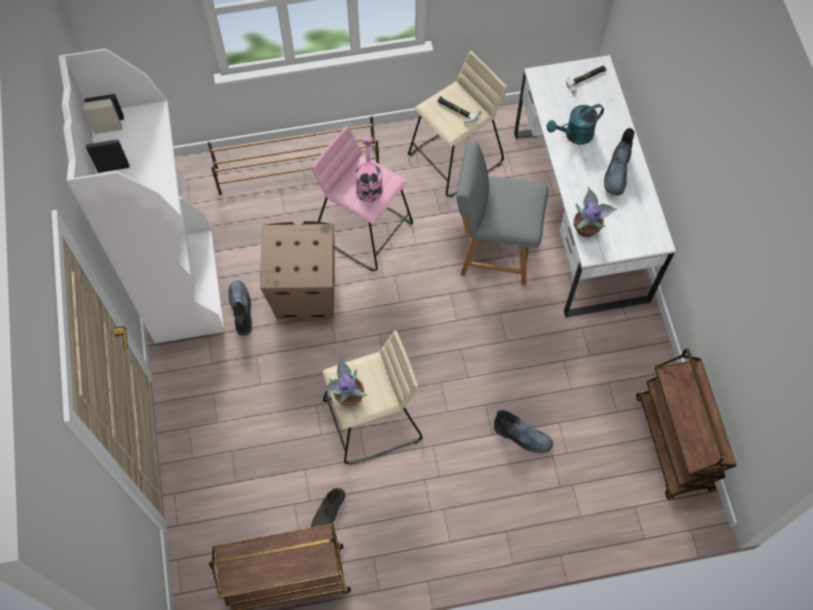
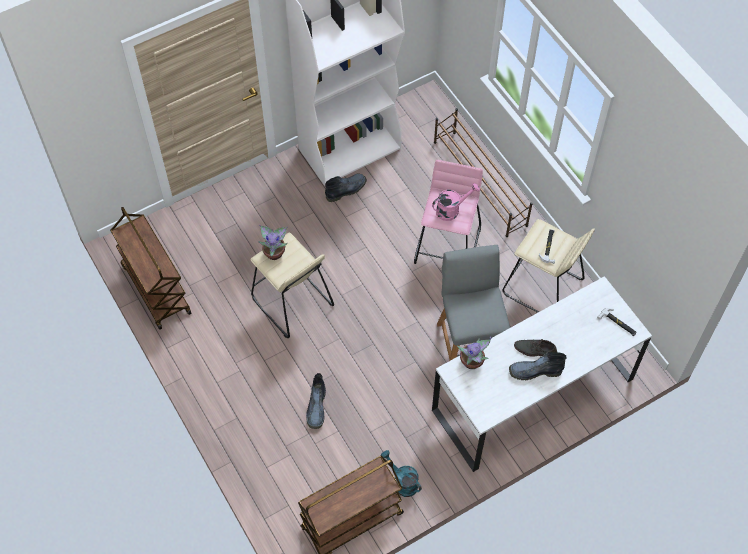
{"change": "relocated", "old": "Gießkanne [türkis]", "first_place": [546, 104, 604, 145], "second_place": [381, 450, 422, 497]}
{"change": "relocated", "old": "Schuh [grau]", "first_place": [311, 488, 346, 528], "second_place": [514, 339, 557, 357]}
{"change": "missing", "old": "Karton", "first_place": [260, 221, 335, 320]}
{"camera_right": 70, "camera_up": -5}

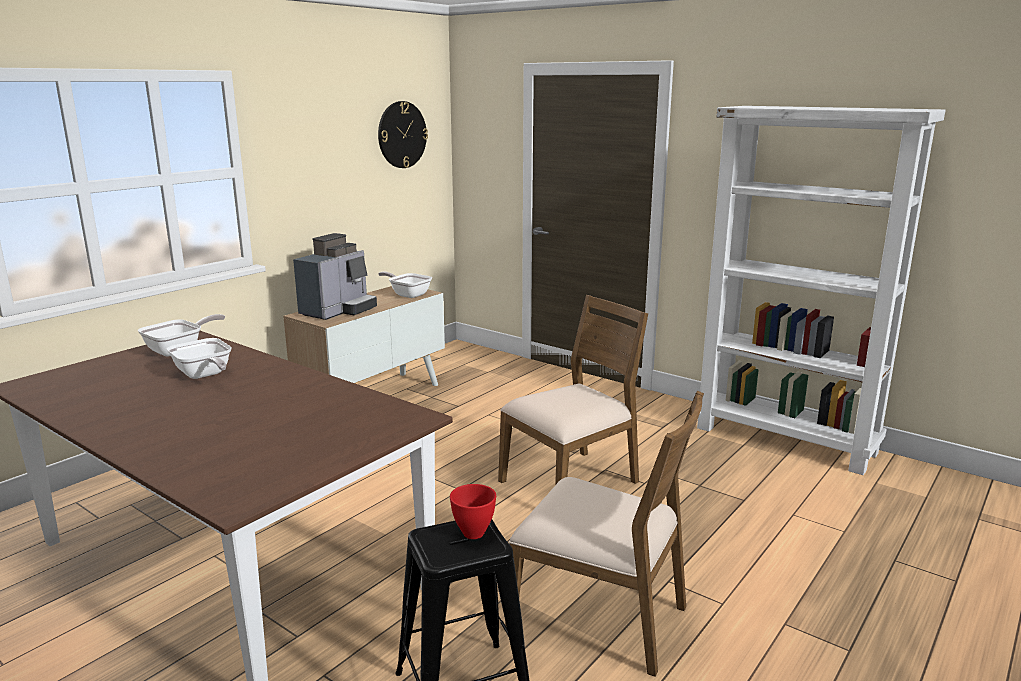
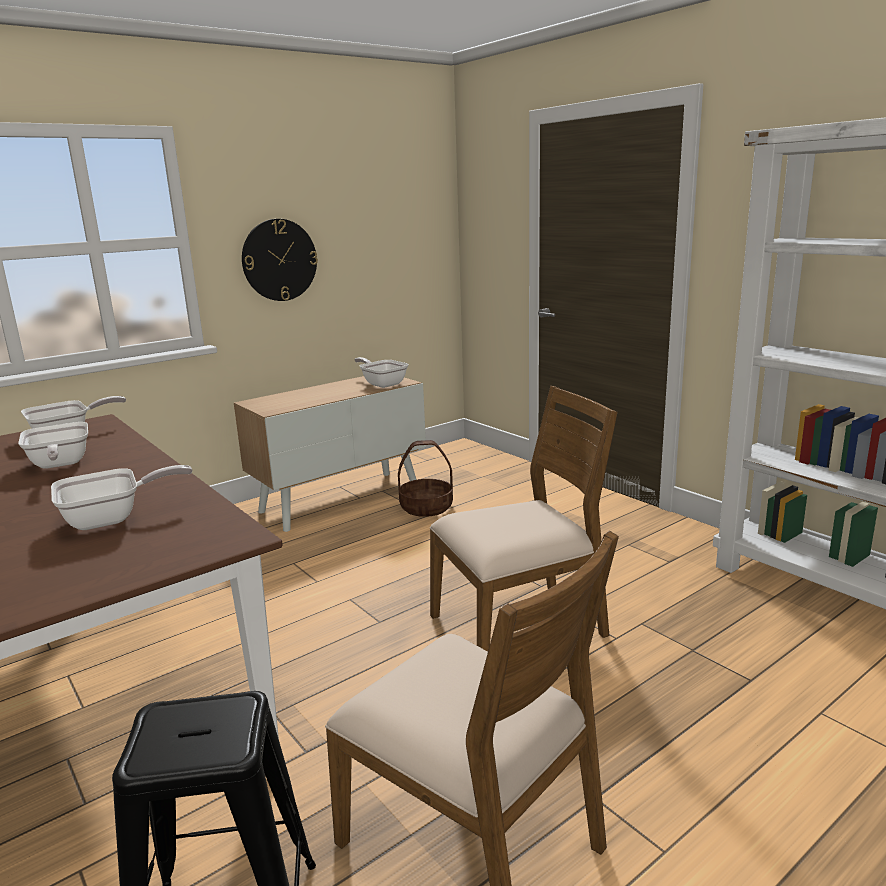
{"change": "appeared", "new": "Pfanne", "second_place": [51, 465, 192, 530]}
{"change": "relocated", "old": "Wanduhr", "first_place": [378, 101, 428, 168], "second_place": [242, 219, 318, 301]}
{"change": "appeared", "new": "Korb", "second_place": [398, 440, 453, 517]}
{"change": "missing", "old": "Kaffeemaschine", "first_place": [293, 233, 377, 320]}
{"change": "missing", "old": "Schüssel [rot]", "first_place": [450, 484, 496, 539]}
{"camera_right": 15, "camera_up": 0}

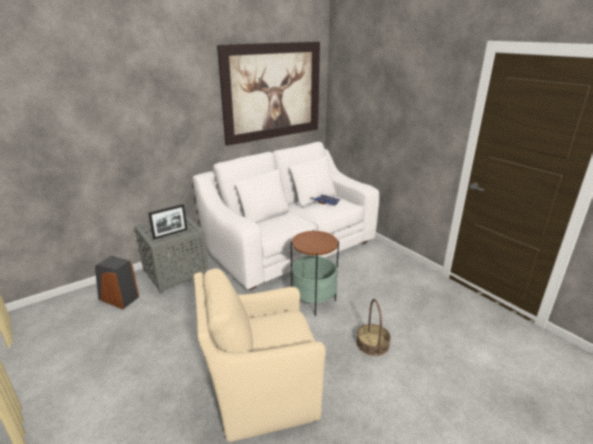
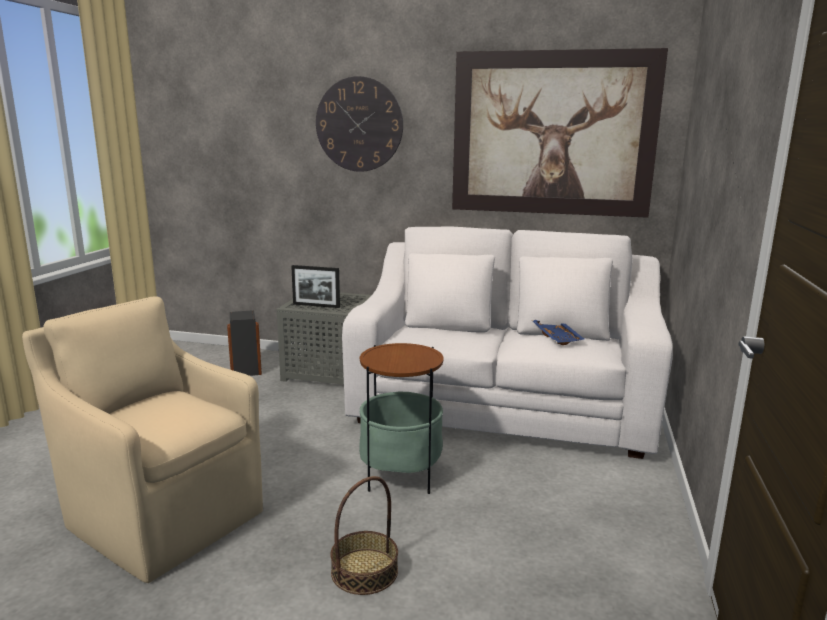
{"change": "appeared", "new": "Wanduhr", "second_place": [316, 76, 403, 172]}
{"camera_right": 50, "camera_up": -10}

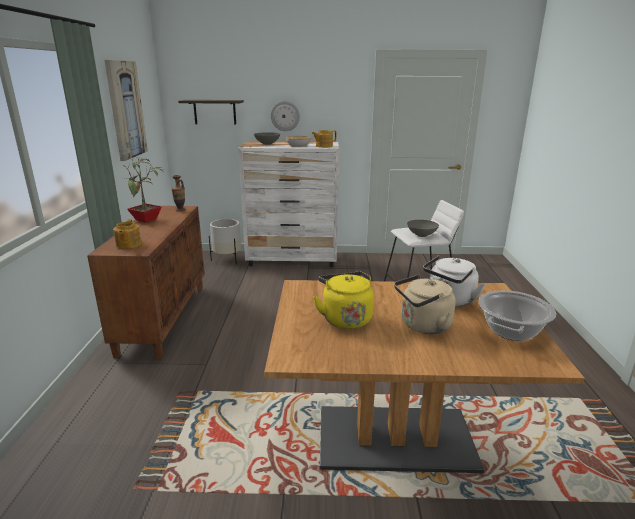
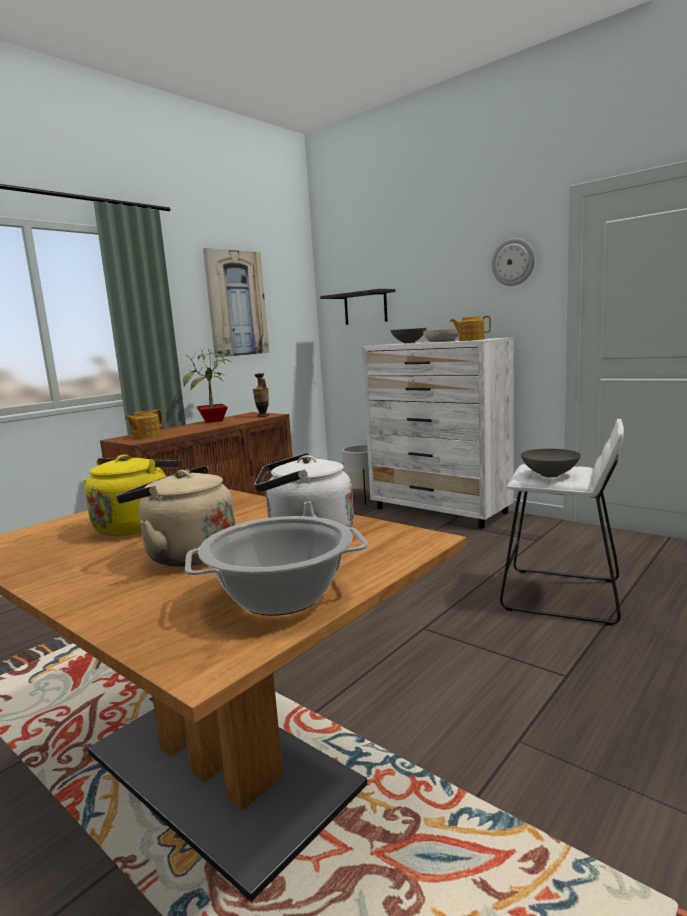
{"change": "relocated", "old": "Wanduhr", "first_place": [271, 101, 300, 131], "second_place": [492, 238, 535, 286]}
{"camera_right": 40, "camera_up": -10}

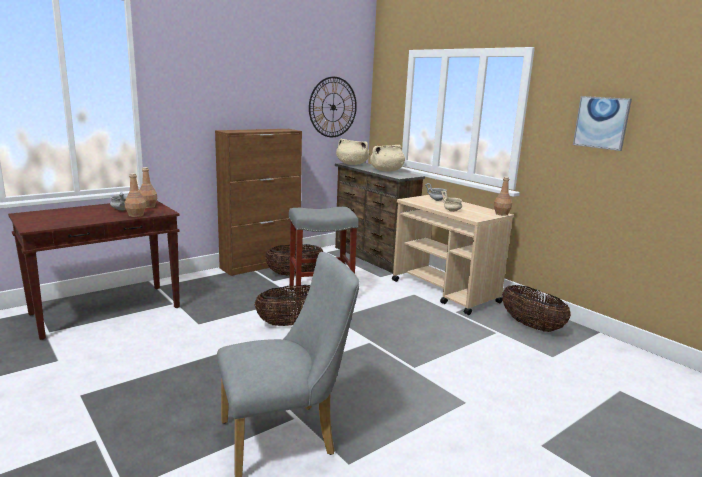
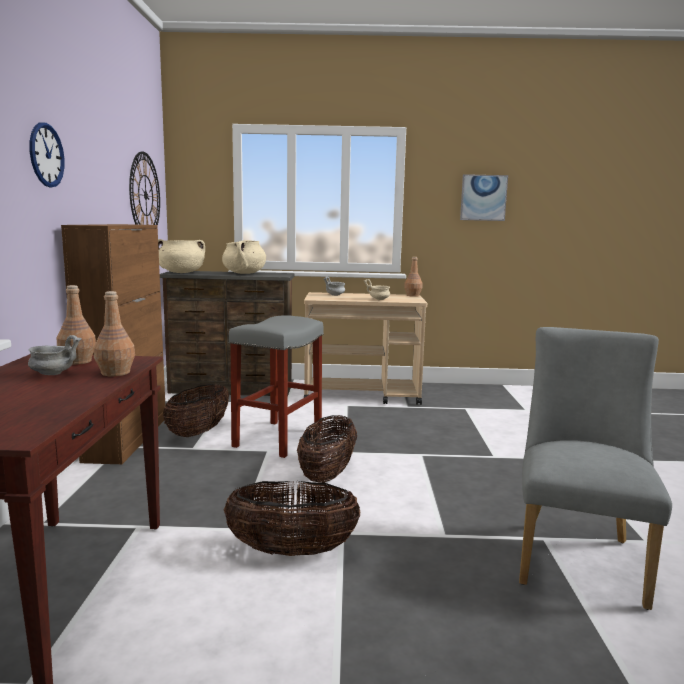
{"change": "appeared", "new": "Wanduhr", "second_place": [30, 123, 65, 187]}
{"change": "relocated", "old": "Korb", "first_place": [502, 285, 571, 332], "second_place": [223, 481, 360, 556]}
{"camera_right": -50, "camera_up": -5}

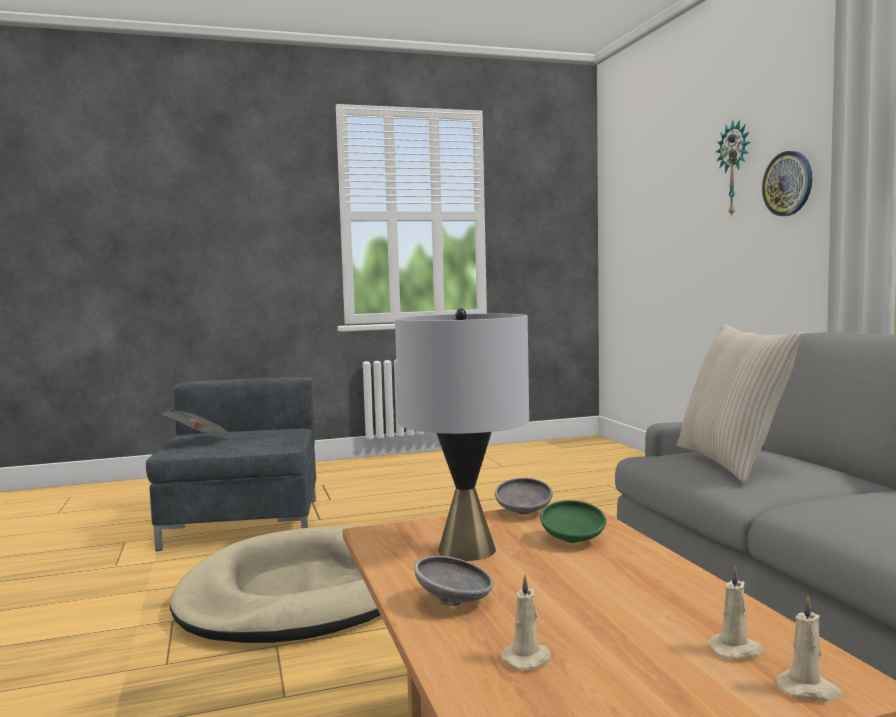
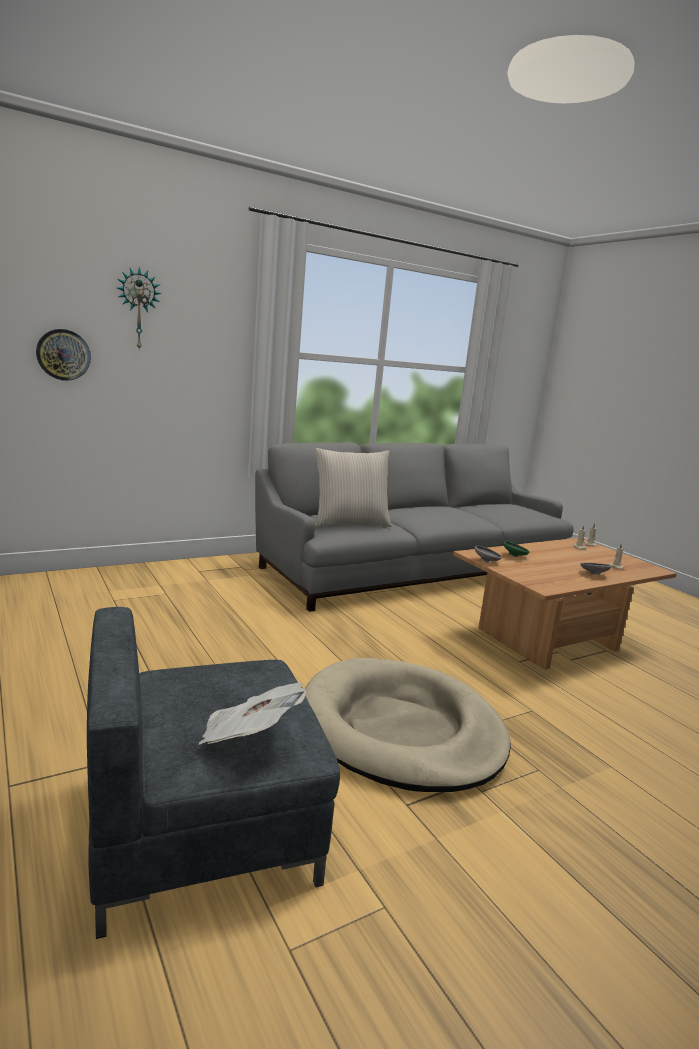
{"change": "relocated", "old": "Wanduhr", "first_place": [762, 151, 813, 216], "second_place": [36, 329, 91, 381]}
{"change": "missing", "old": "Tischlampe [grau]", "first_place": [395, 308, 529, 561]}
{"camera_right": -105, "camera_up": 10}

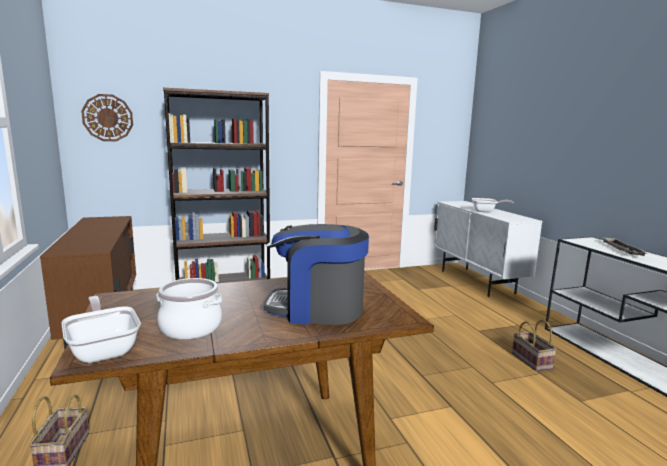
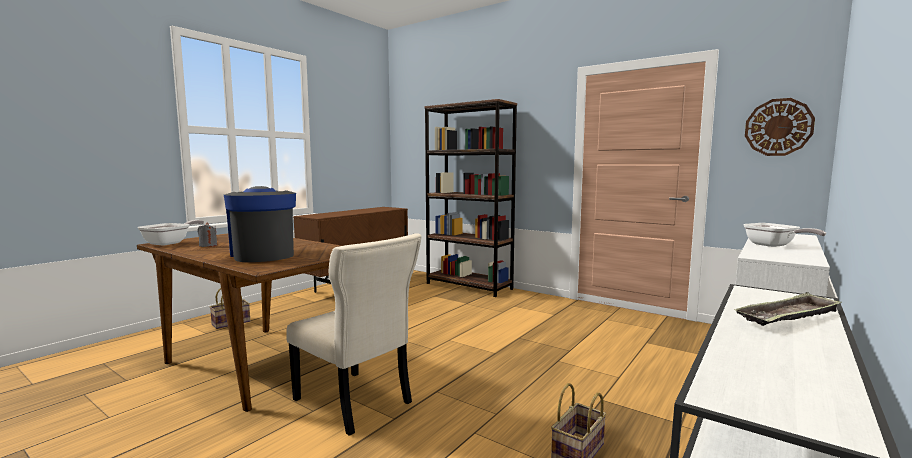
{"change": "exchanged", "old": "Kochtopf", "new": "Kerze [grau]", "first_place": [156, 278, 222, 339], "second_place": [198, 222, 217, 247]}
{"change": "appeared", "new": "Stuhl [beige]", "second_place": [286, 233, 422, 436]}
{"change": "relocated", "old": "Wanduhr", "first_place": [81, 94, 133, 141], "second_place": [745, 98, 815, 156]}
{"camera_right": 55, "camera_up": -5}

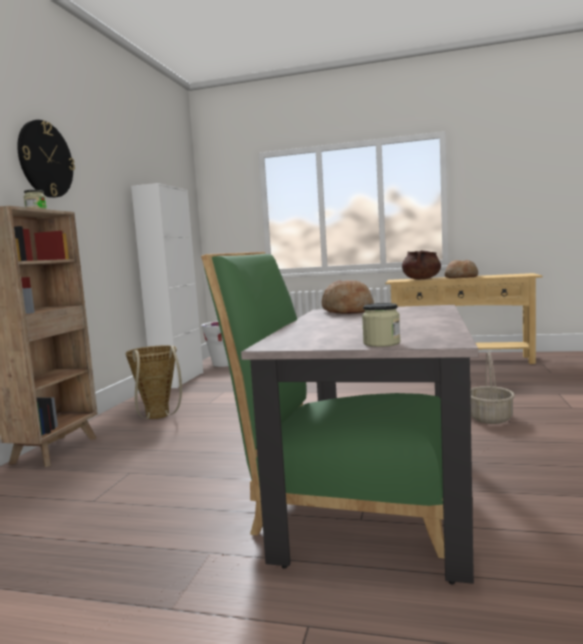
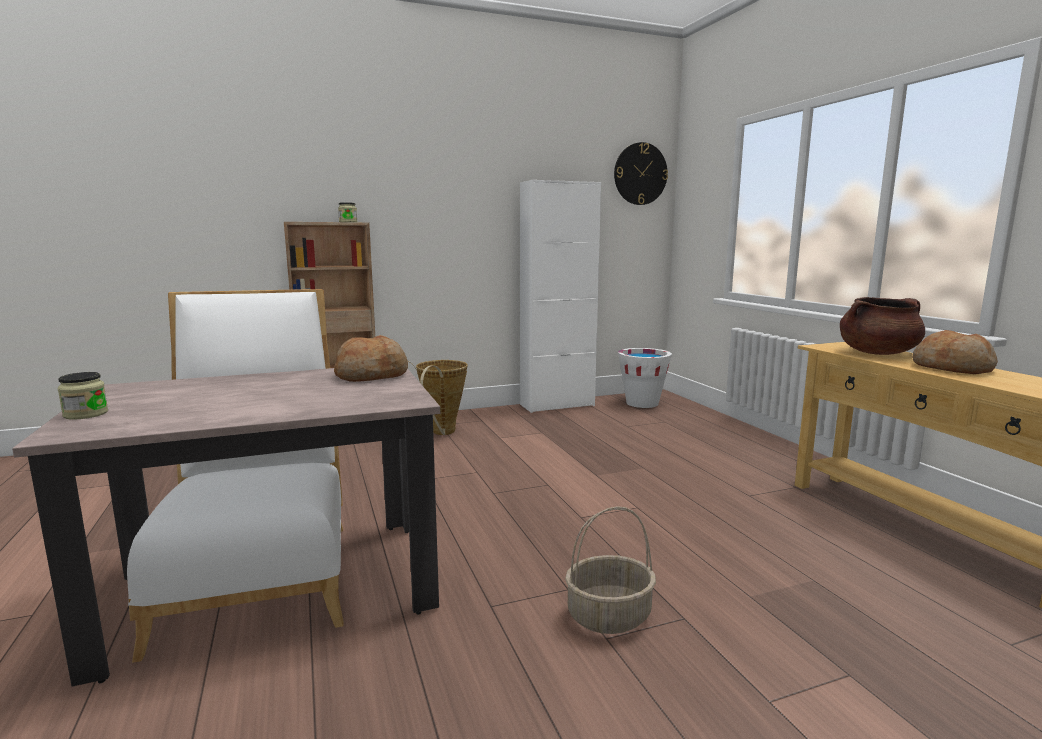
{"change": "colour", "old": "Stuhl [grün]", "new": "Stuhl [weiß]", "first_place": [201, 252, 445, 559], "second_place": [127, 289, 343, 663]}
{"change": "relocated", "old": "Wanduhr", "first_place": [17, 120, 75, 198], "second_place": [614, 142, 668, 205]}
{"camera_right": 55, "camera_up": 5}

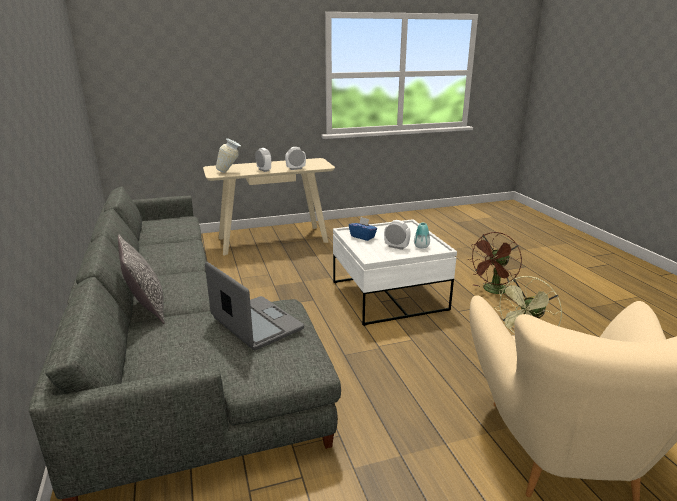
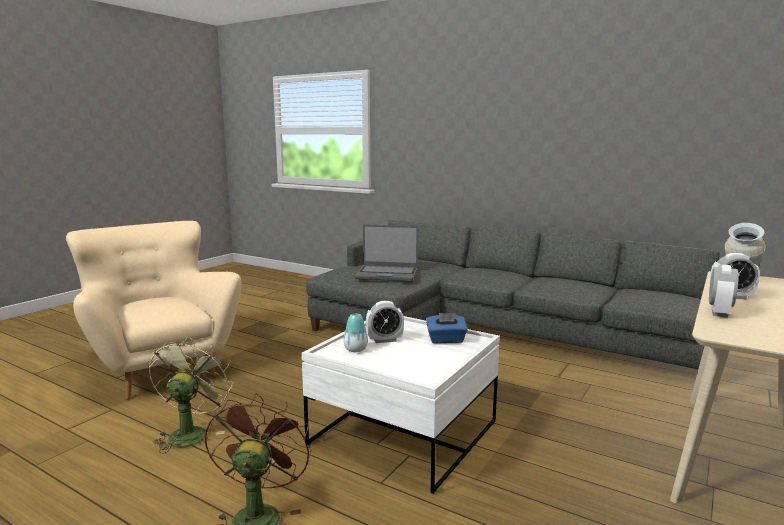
{"change": "missing", "old": "Kissen", "first_place": [118, 235, 165, 324]}
{"camera_right": 140, "camera_up": -10}

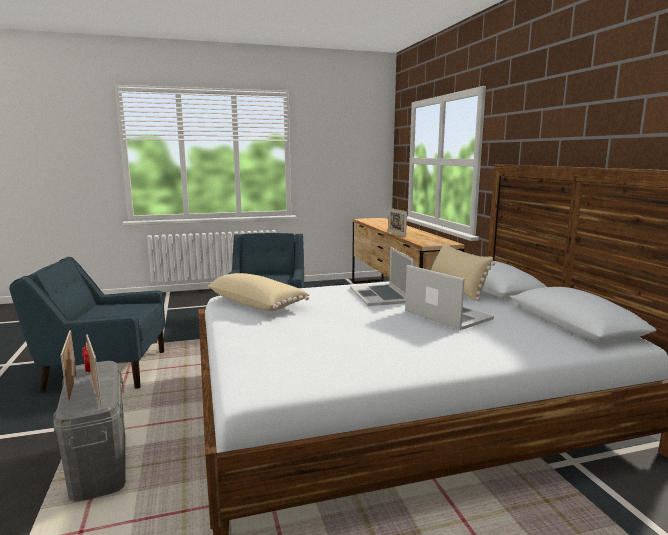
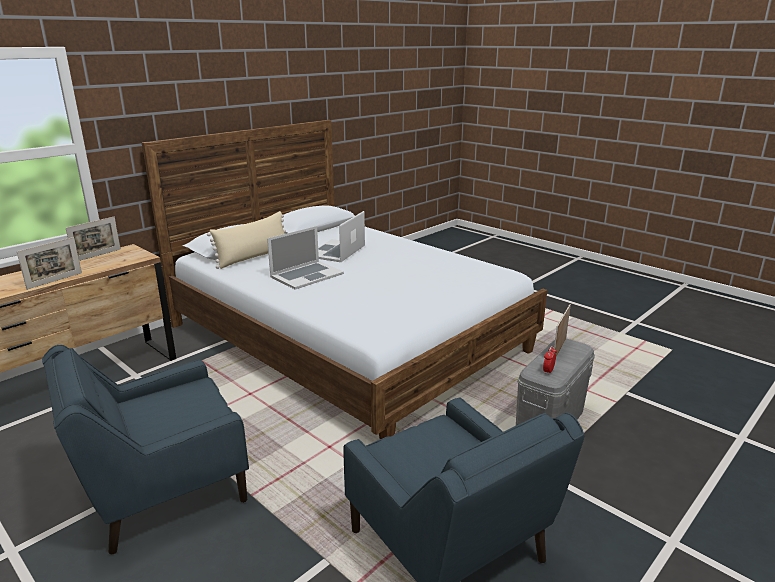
{"change": "relocated", "old": "Bilderrahmen", "first_place": [61, 330, 76, 403], "second_place": [66, 217, 121, 261]}
{"change": "missing", "old": "Kissen [beige]", "first_place": [208, 273, 310, 311]}
{"camera_right": -120, "camera_up": 10}

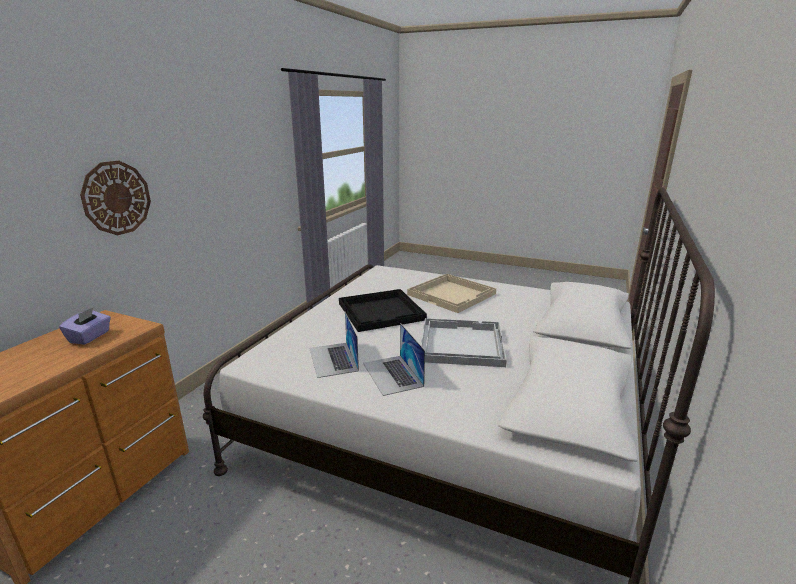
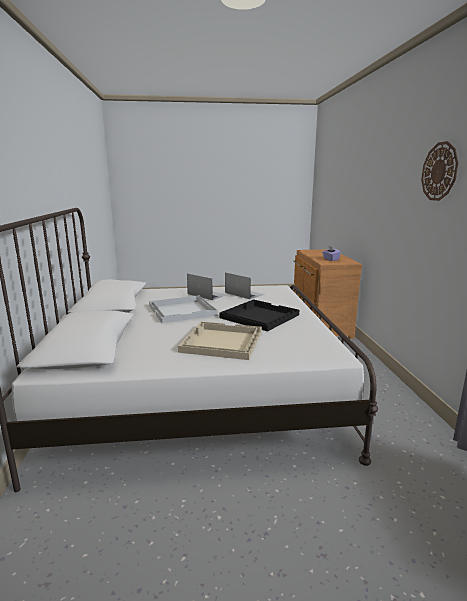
{"change": "relocated", "old": "Wanduhr", "first_place": [80, 161, 151, 235], "second_place": [421, 141, 459, 201]}
{"camera_right": 150, "camera_up": -5}

